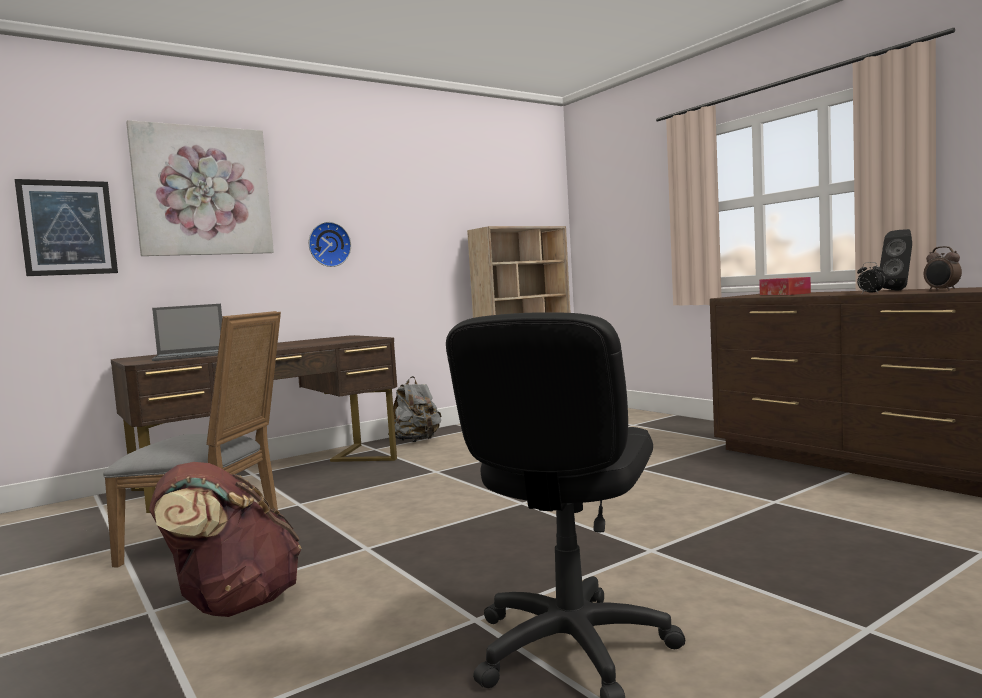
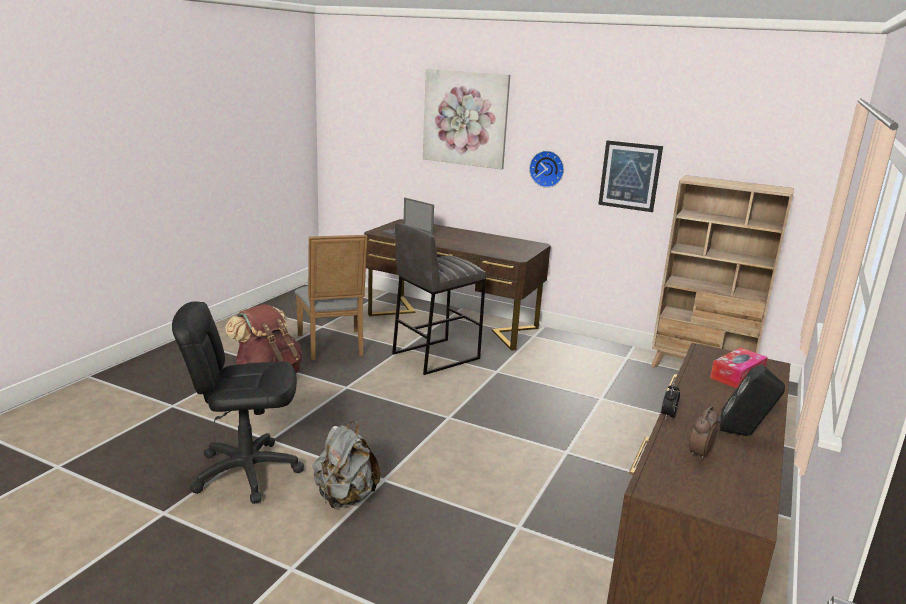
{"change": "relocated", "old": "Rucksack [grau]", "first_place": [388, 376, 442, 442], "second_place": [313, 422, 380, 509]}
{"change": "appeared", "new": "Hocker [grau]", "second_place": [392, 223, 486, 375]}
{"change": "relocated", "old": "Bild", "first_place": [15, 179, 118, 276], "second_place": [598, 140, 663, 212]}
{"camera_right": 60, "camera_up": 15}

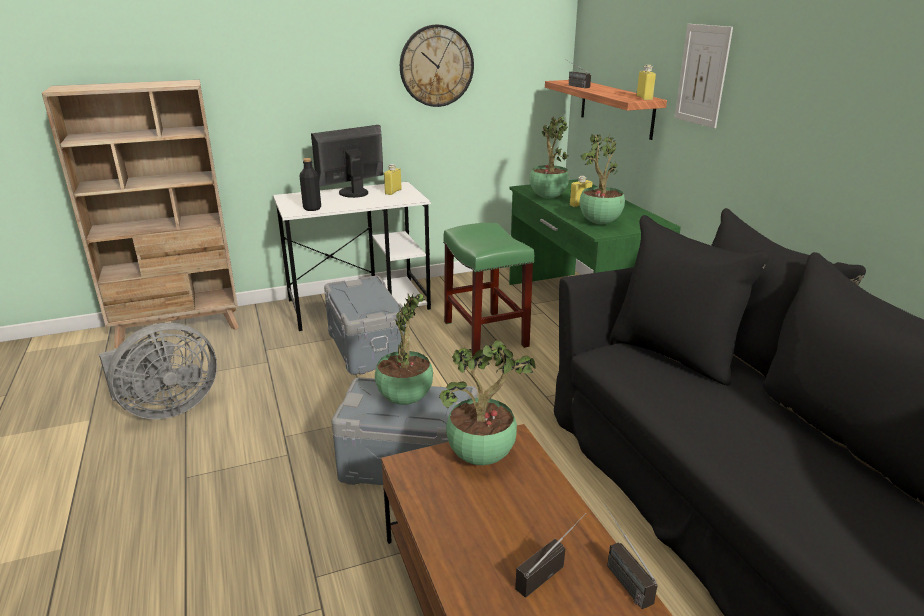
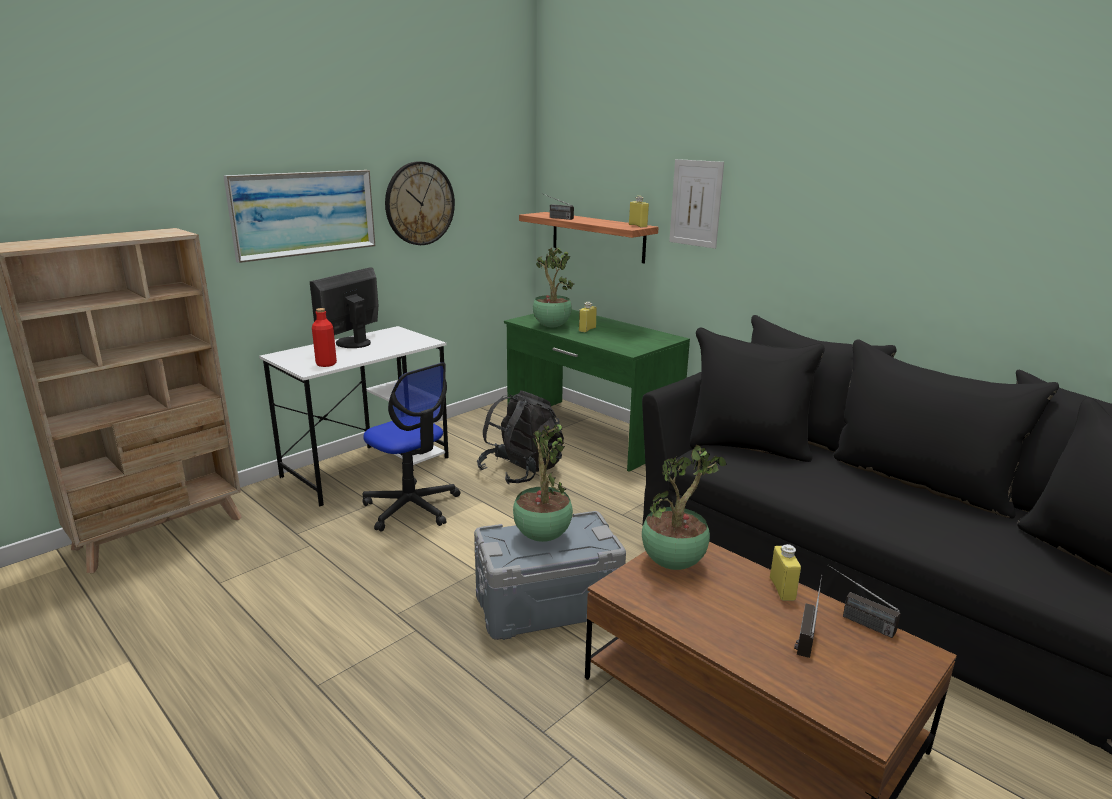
{"change": "appeared", "new": "Bild", "second_place": [224, 170, 375, 263]}
{"change": "colour", "old": "Flasche [schwarz]", "new": "Flasche [rot]", "first_place": [300, 158, 321, 211], "second_place": [312, 308, 337, 367]}
{"change": "exchanged", "old": "Aufbewahrungsbox [grau]", "new": "Bürostuhl", "first_place": [324, 275, 406, 375], "second_place": [362, 362, 460, 532]}
{"change": "exchanged", "old": "Hocker [grün]", "new": "Rucksack [schwarz]", "first_place": [443, 223, 534, 357], "second_place": [477, 390, 564, 484]}
{"change": "relocated", "old": "Flasche [gelb]", "first_place": [384, 164, 402, 195], "second_place": [770, 544, 801, 601]}
{"change": "missing", "old": "Ventilator [grau]", "first_place": [99, 323, 217, 419]}
{"change": "missing", "old": "Topfpflanze", "first_place": [580, 134, 625, 224]}
{"camera_right": -25, "camera_up": -5}

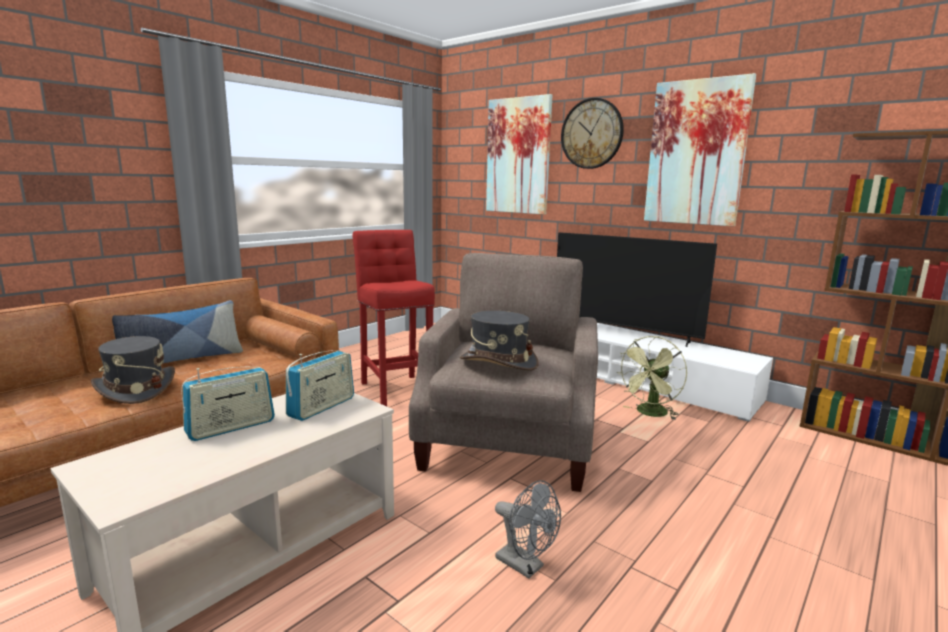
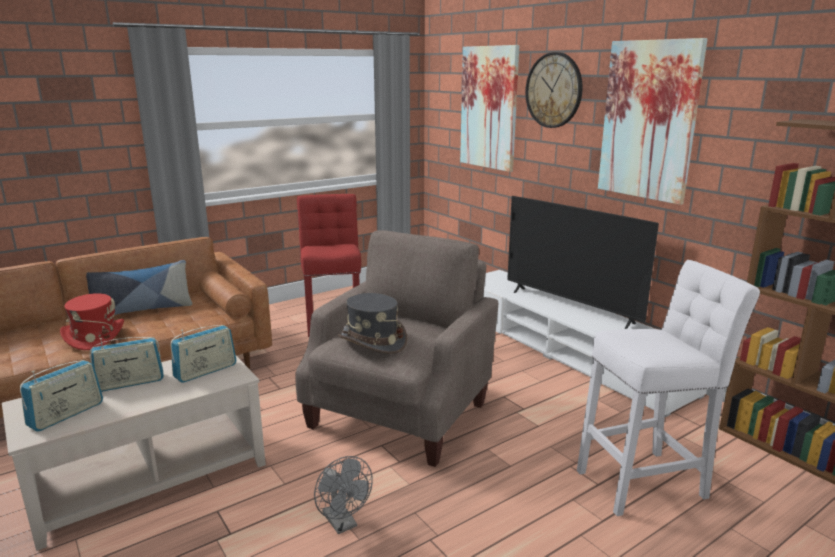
{"change": "appeared", "new": "Radio", "second_place": [20, 360, 103, 431]}
{"change": "colour", "old": "Hut [grau]", "new": "Hut [rot]", "first_place": [91, 336, 175, 404], "second_place": [60, 293, 124, 350]}
{"change": "appeared", "new": "Hocker [weiß]", "second_place": [577, 260, 760, 516]}
{"change": "missing", "old": "Ventilator [grün]", "first_place": [617, 336, 687, 420]}
{"camera_right": 15, "camera_up": 5}

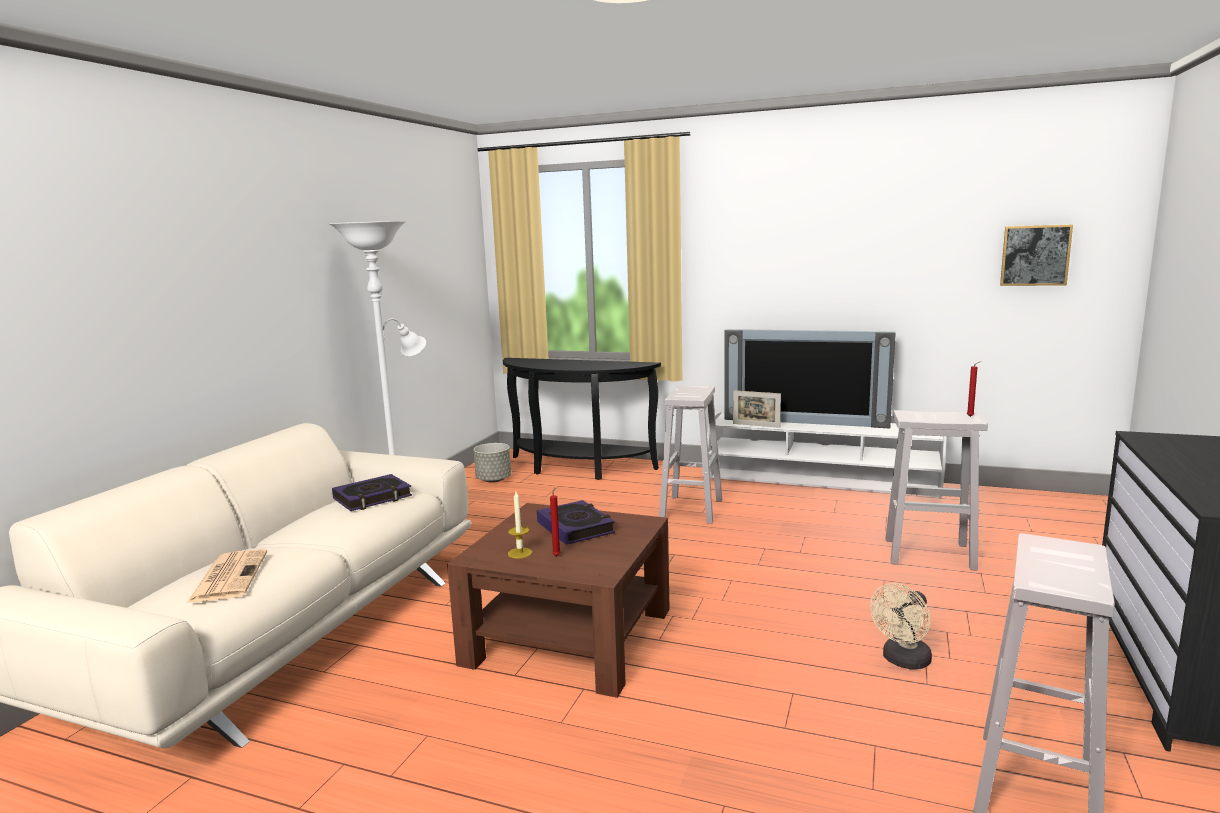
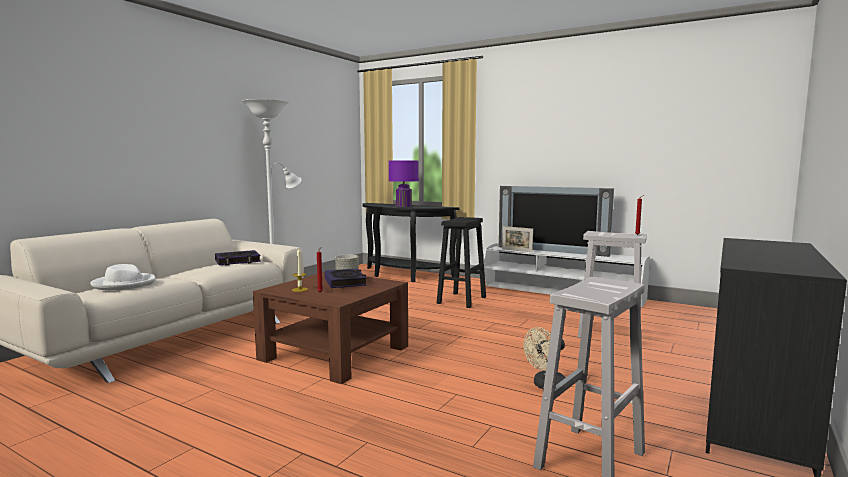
{"change": "exchanged", "old": "Zeitung", "new": "Hut [weiß]", "first_place": [186, 549, 267, 604], "second_place": [90, 264, 156, 291]}
{"change": "appeared", "new": "Tischlampe [lila]", "second_place": [389, 160, 419, 207]}
{"change": "colour", "old": "Hocker [weiß]", "new": "Hocker [schwarz]", "first_place": [659, 385, 722, 524], "second_place": [437, 217, 486, 308]}
{"change": "missing", "old": "Bild", "first_place": [1000, 225, 1073, 286]}
{"camera_right": 10, "camera_up": -5}

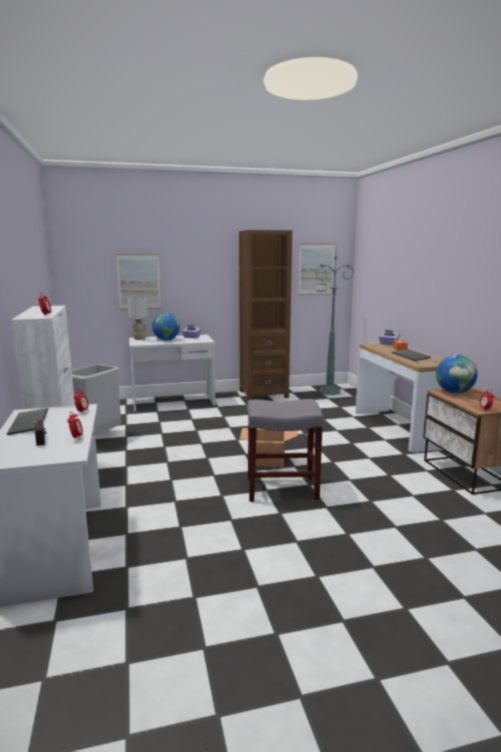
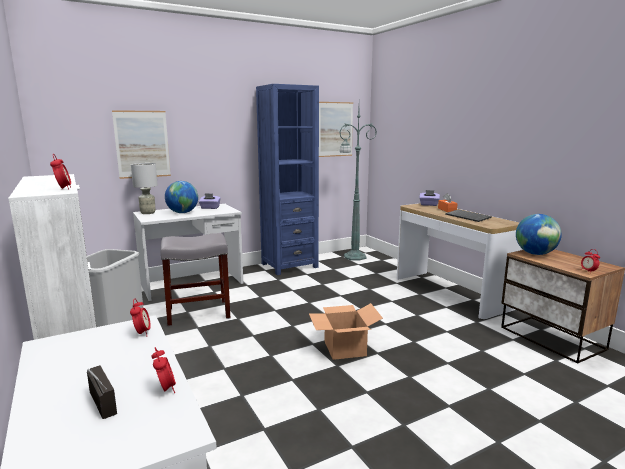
{"change": "relocated", "old": "Hocker [grau]", "first_place": [247, 399, 324, 502], "second_place": [160, 233, 230, 326]}
{"change": "colour", "old": "Bücherregal [braun]", "new": "Bücherregal [blau]", "first_place": [239, 230, 292, 401], "second_place": [256, 84, 319, 275]}
{"change": "missing", "old": "Tastatur", "first_place": [7, 408, 48, 435]}
{"camera_right": -15, "camera_up": 0}

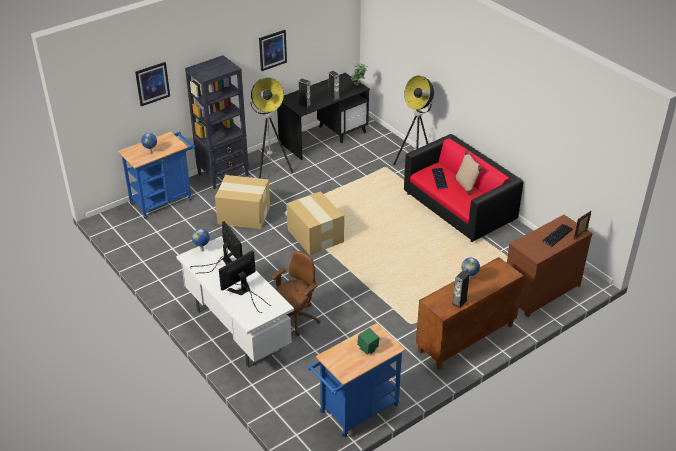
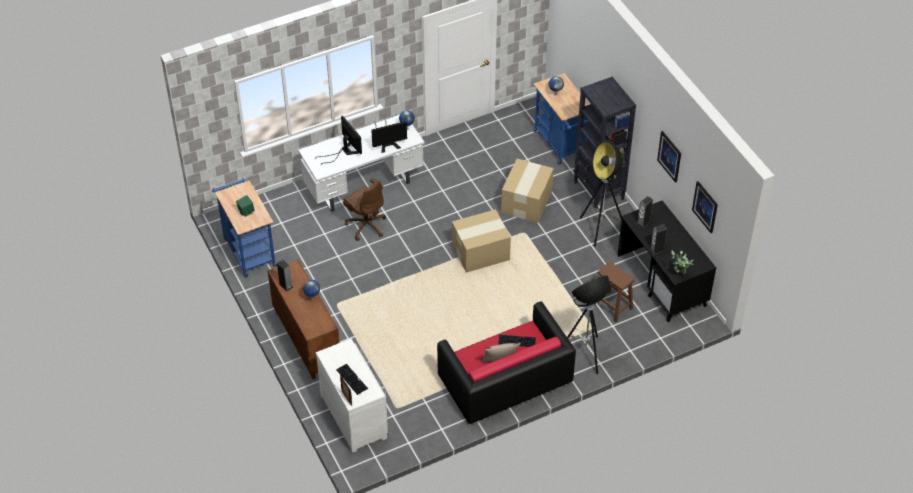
{"change": "colour", "old": "Kommode [braun]", "new": "Kommode [weiß]", "first_place": [507, 215, 592, 317], "second_place": [316, 339, 388, 453]}
{"change": "appeared", "new": "Hocker [braun]", "second_place": [594, 262, 635, 322]}
{"change": "relocated", "old": "Bild", "first_place": [135, 62, 170, 106], "second_place": [692, 181, 718, 233]}
{"camera_right": 100, "camera_up": 10}

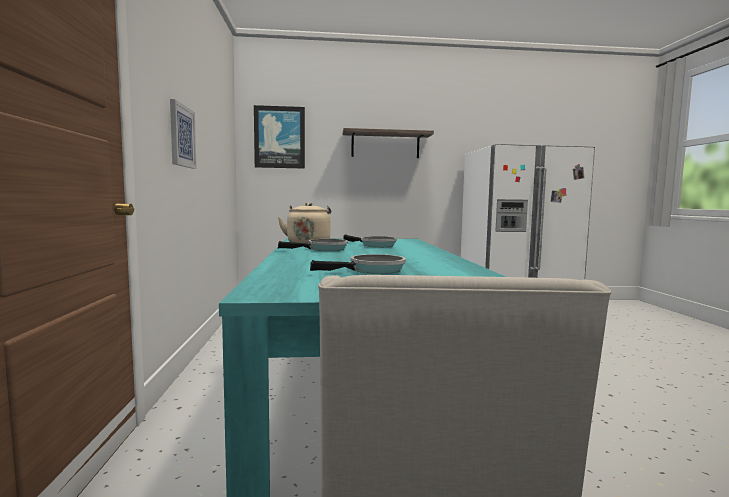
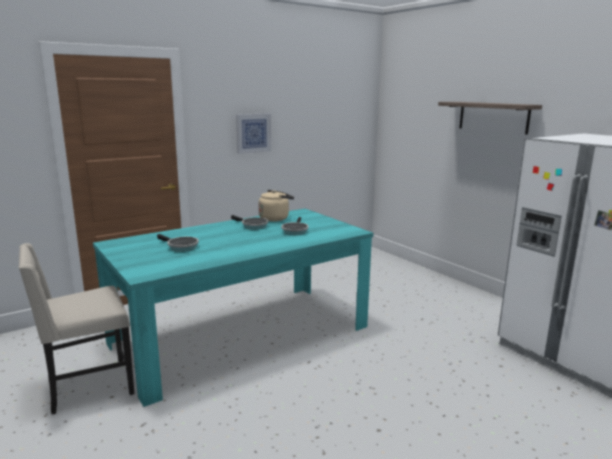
{"change": "missing", "old": "Bild", "first_place": [254, 105, 305, 169]}
{"camera_right": 60, "camera_up": 10}

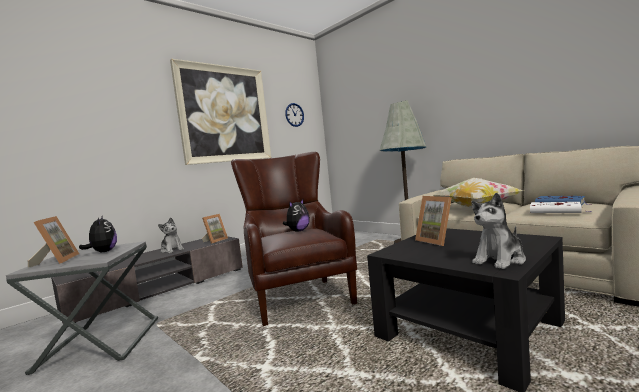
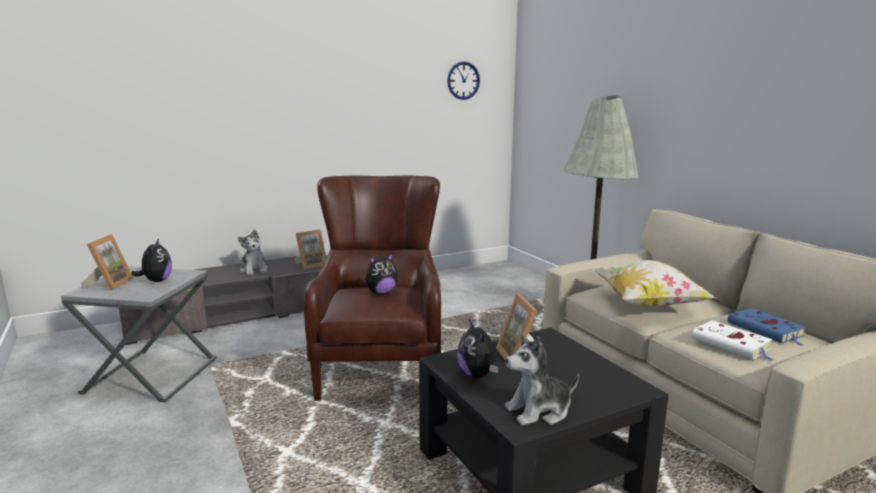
{"change": "appeared", "new": "Plüschtier", "second_place": [457, 319, 499, 378]}
{"change": "missing", "old": "Bild", "first_place": [170, 59, 271, 165]}
{"camera_right": 15, "camera_up": 10}

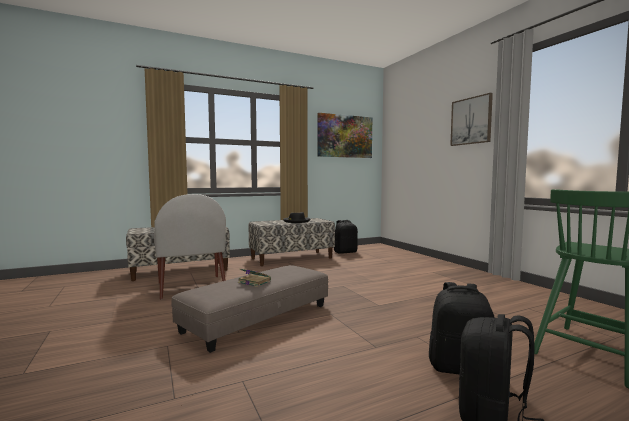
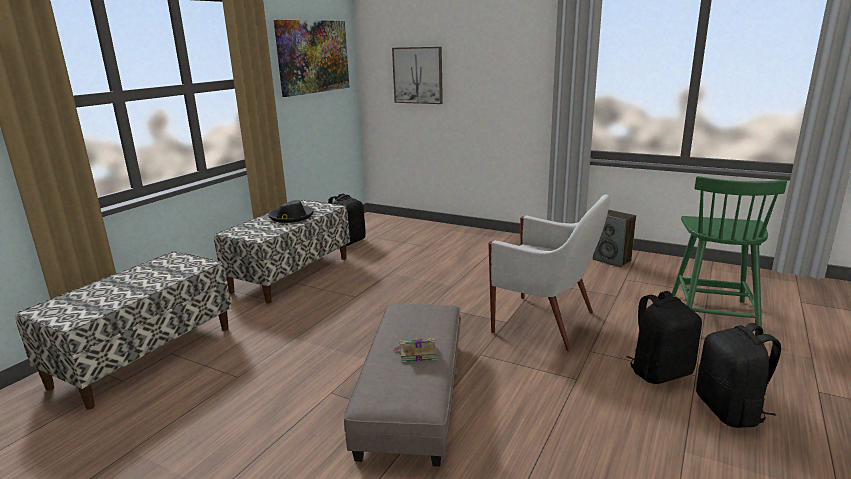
{"change": "relocated", "old": "Bild", "first_place": [450, 93, 493, 146], "second_place": [392, 47, 443, 104]}
{"change": "relocated", "old": "Sessel [weiß]", "first_place": [154, 194, 226, 300], "second_place": [488, 195, 610, 352]}
{"change": "appeared", "new": "Lautsprecher", "second_place": [593, 210, 636, 267]}
{"camera_right": -35, "camera_up": 15}

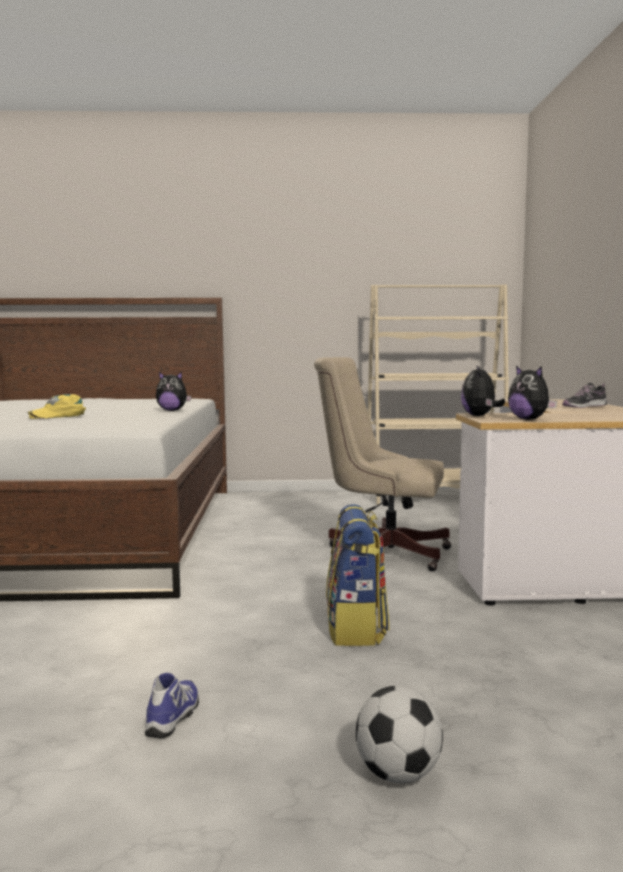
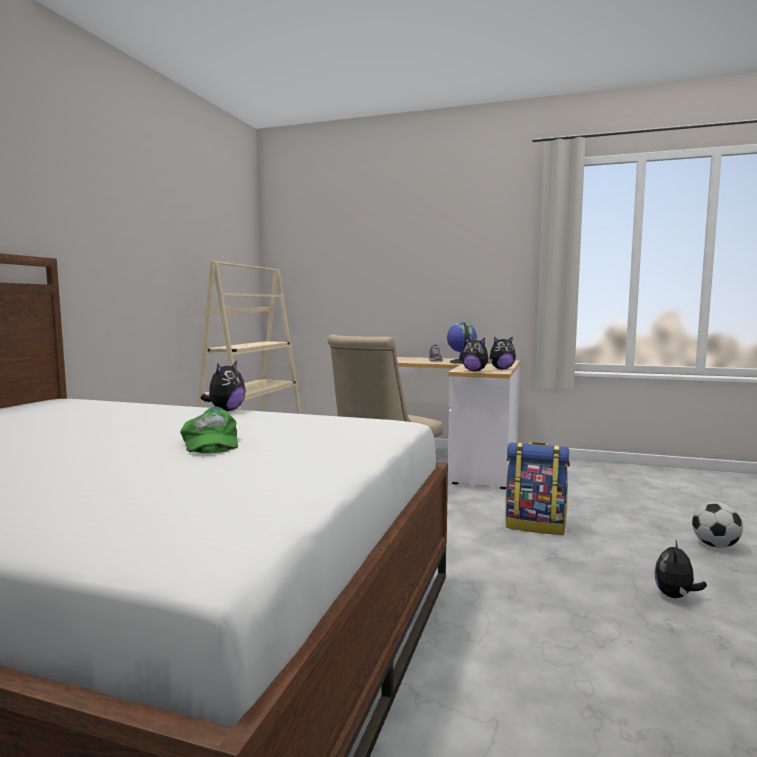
{"change": "colour", "old": "Kappe [gelb]", "new": "Kappe [grün]", "first_place": [27, 394, 86, 419], "second_place": [180, 407, 238, 453]}
{"change": "appeared", "new": "Globus", "second_place": [447, 322, 477, 364]}
{"change": "exchanged", "old": "Schuh", "new": "Plüschtier", "first_place": [145, 673, 199, 738], "second_place": [654, 541, 707, 598]}
{"camera_right": -70, "camera_up": 0}

